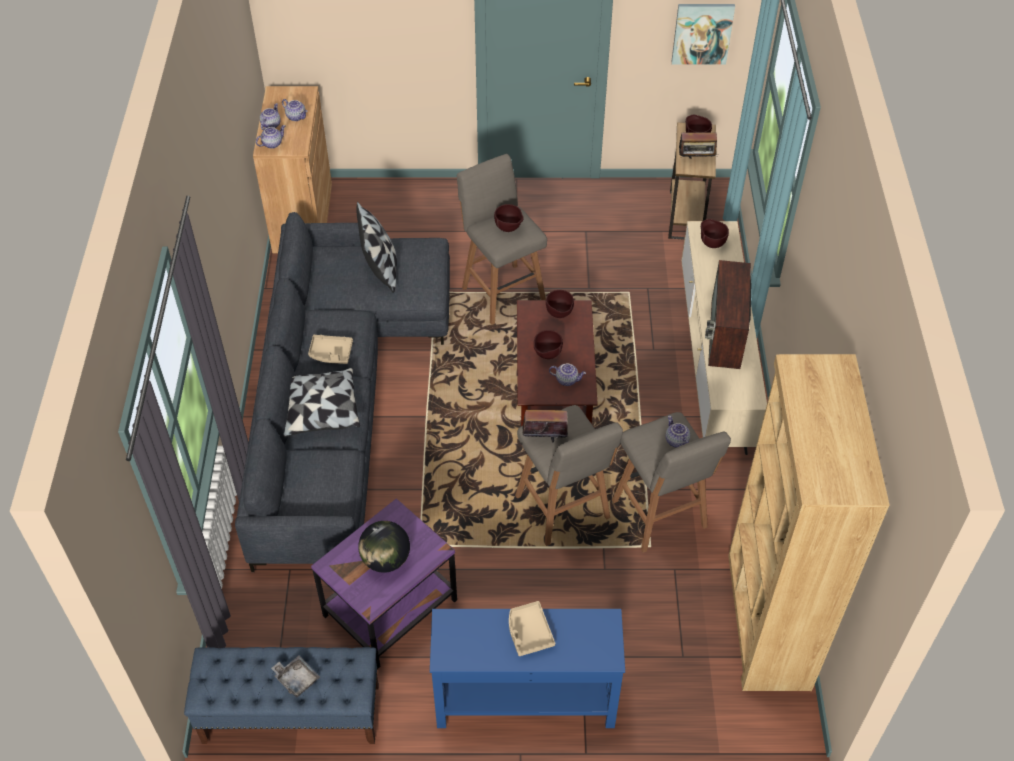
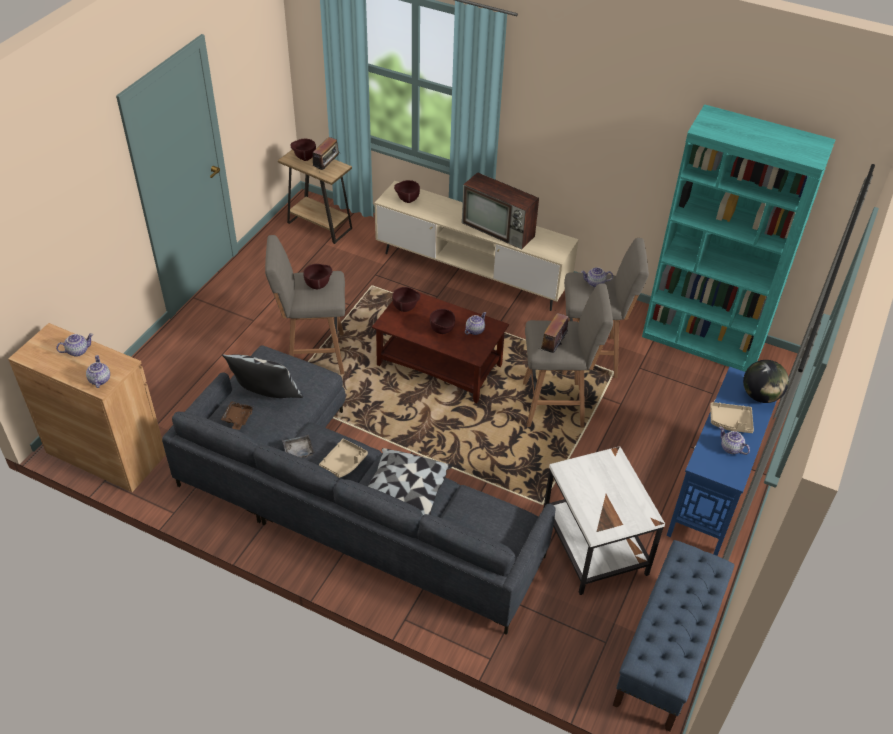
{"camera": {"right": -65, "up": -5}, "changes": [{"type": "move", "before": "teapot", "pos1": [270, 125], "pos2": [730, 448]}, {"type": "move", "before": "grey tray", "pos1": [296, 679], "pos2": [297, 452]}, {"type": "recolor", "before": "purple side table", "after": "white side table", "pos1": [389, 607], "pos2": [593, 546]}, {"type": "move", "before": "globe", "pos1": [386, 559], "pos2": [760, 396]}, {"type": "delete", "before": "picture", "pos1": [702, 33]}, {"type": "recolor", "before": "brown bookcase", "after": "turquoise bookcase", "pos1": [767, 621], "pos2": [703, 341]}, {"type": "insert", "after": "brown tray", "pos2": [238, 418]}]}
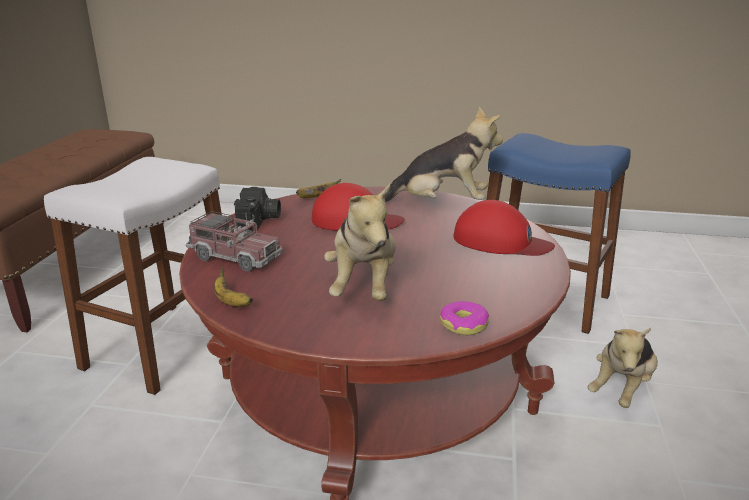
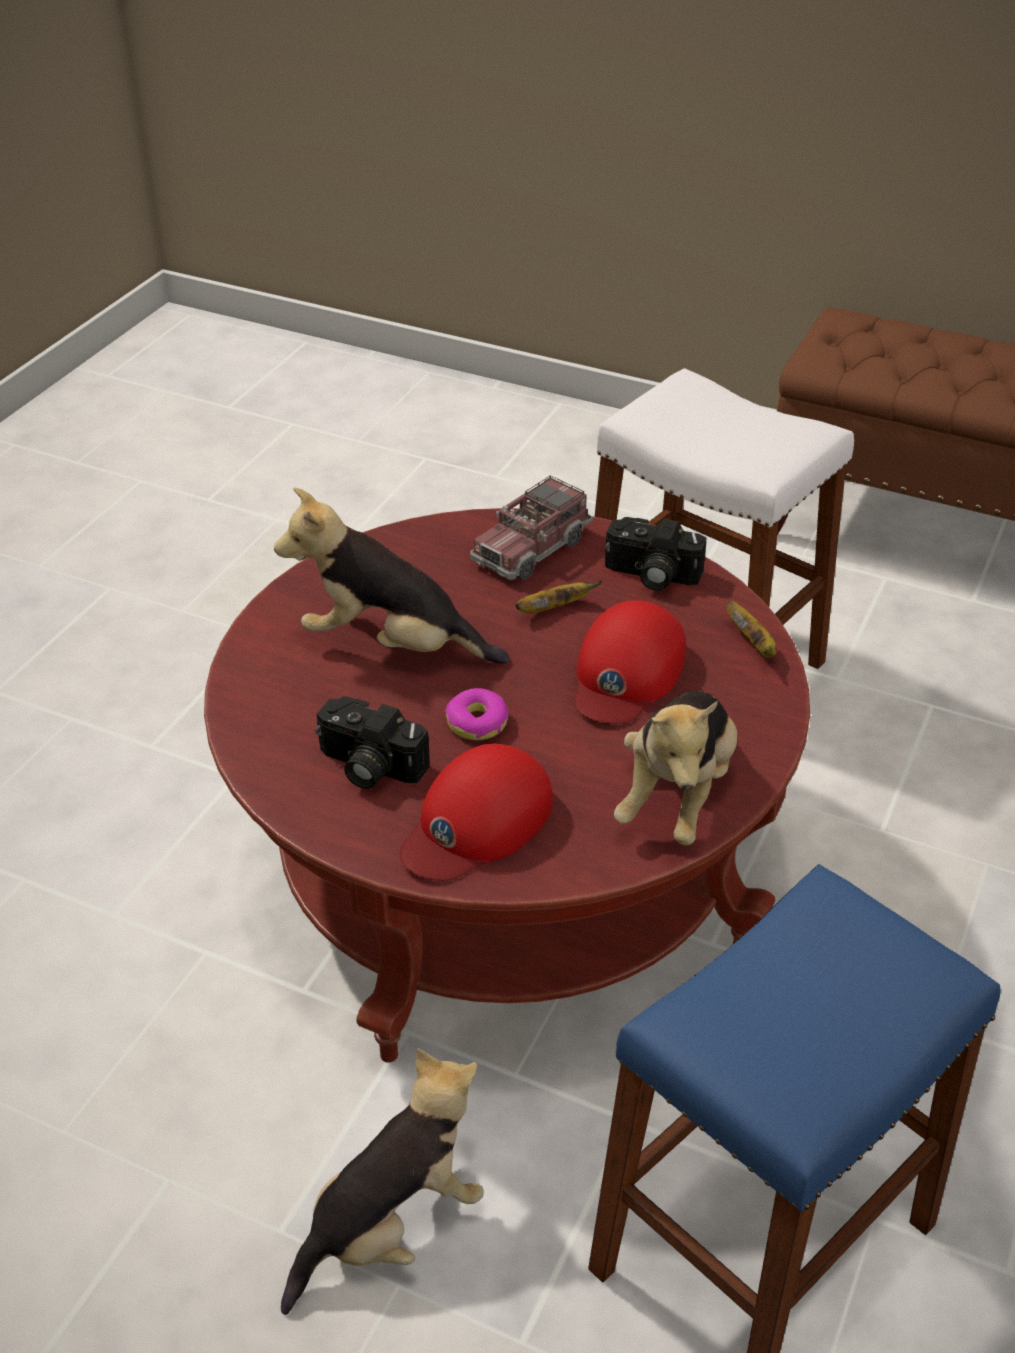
{"camera": {"right": 105, "up": 15}, "changes": [{"type": "move", "before": "banana", "pos1": [231, 302], "pos2": [554, 608]}, {"type": "move", "before": "donut", "pos1": [464, 325], "pos2": [477, 723]}, {"type": "rotate", "before": "plush toy", "pos1": [621, 389], "pos2": [392, 1225], "turn": 90}, {"type": "insert", "after": "photo camera", "pos2": [367, 766]}]}
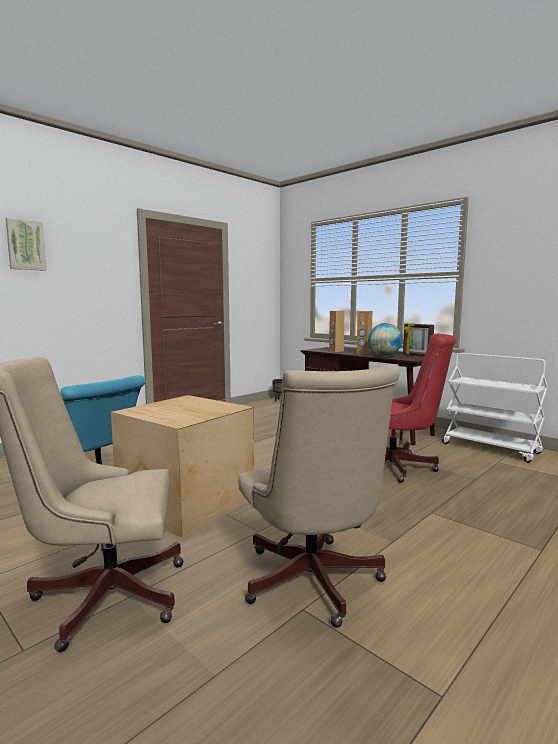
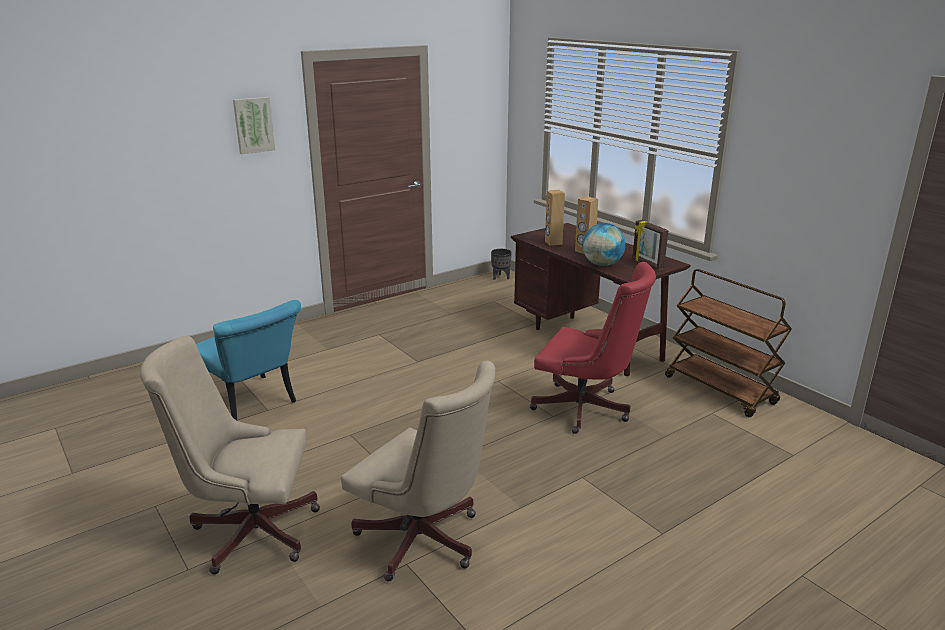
{"camera": {"right": 10, "up": 15}, "changes": [{"type": "move", "before": "picture", "pos1": [25, 245], "pos2": [253, 125]}, {"type": "delete", "before": "cardboard box", "pos1": [186, 503]}, {"type": "rotate", "before": "beige office chair", "pos1": [313, 585], "pos2": [424, 543], "turn": -45}, {"type": "recolor", "before": "white cart", "after": "brown cart", "pos1": [491, 449], "pos2": [720, 390]}]}
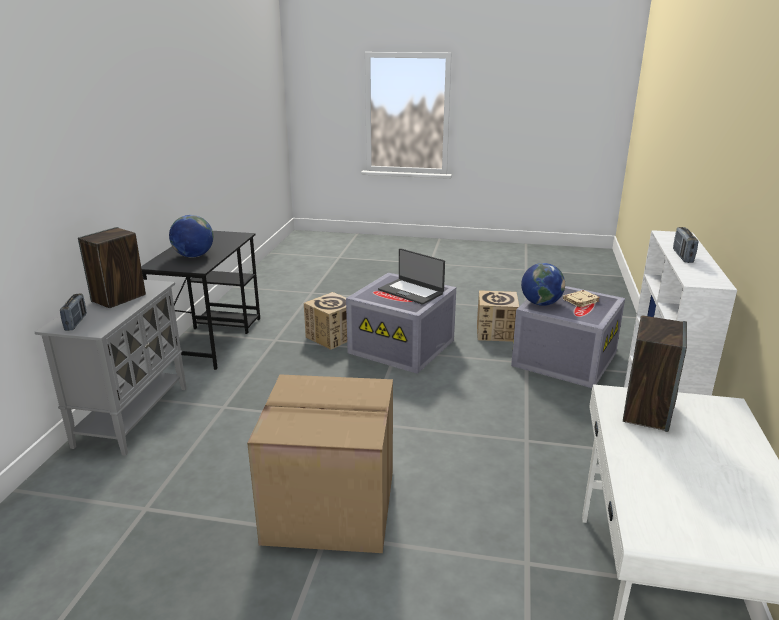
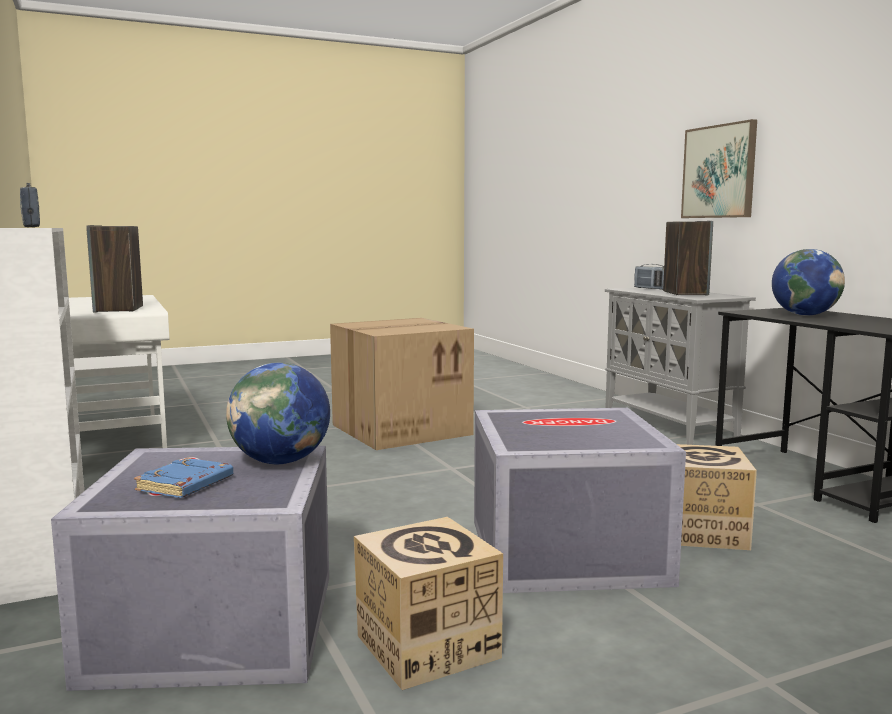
{"camera": {"right": 145, "up": -15}, "changes": [{"type": "delete", "before": "laptop", "pos1": [411, 291]}, {"type": "recolor", "before": "beige book", "after": "blue book", "pos1": [580, 300], "pos2": [186, 485]}, {"type": "insert", "after": "picture", "pos2": [719, 171]}]}
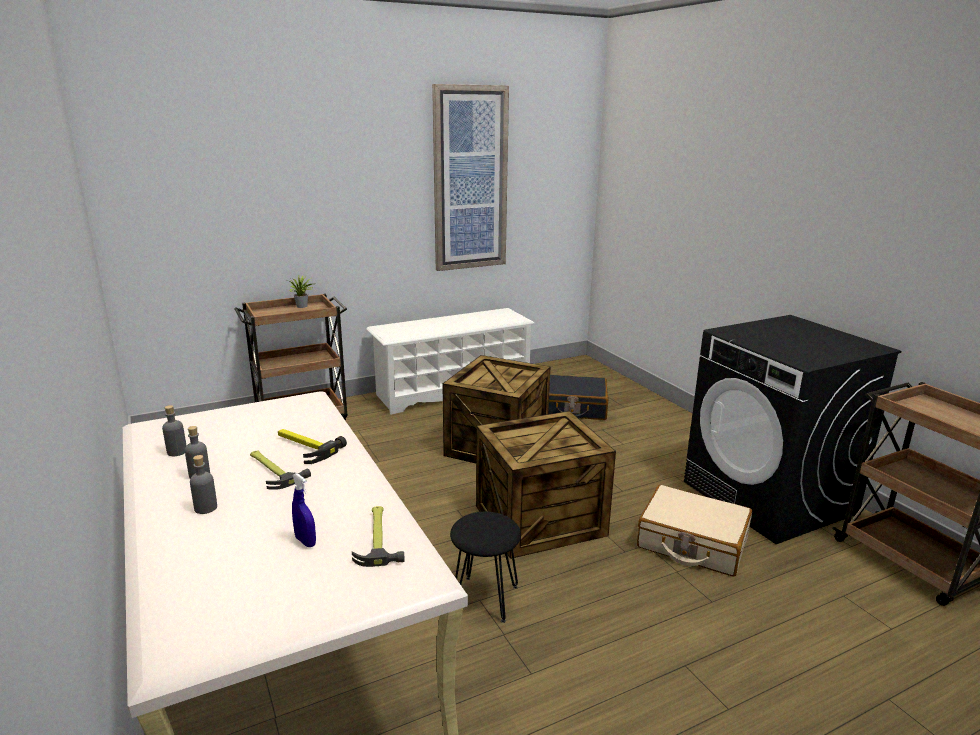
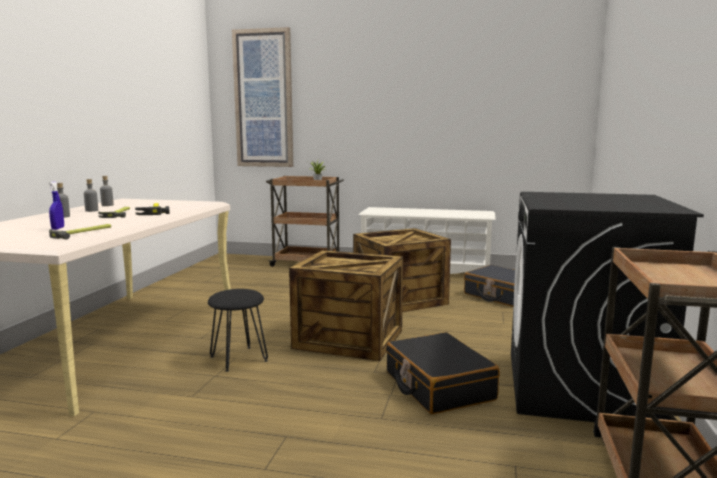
{"camera": {"right": 40, "up": -10}, "changes": [{"type": "move", "before": "picture", "pos1": [470, 179], "pos2": [264, 99]}, {"type": "recolor", "before": "beige suitcase", "after": "black suitcase", "pos1": [692, 543], "pos2": [438, 386]}]}
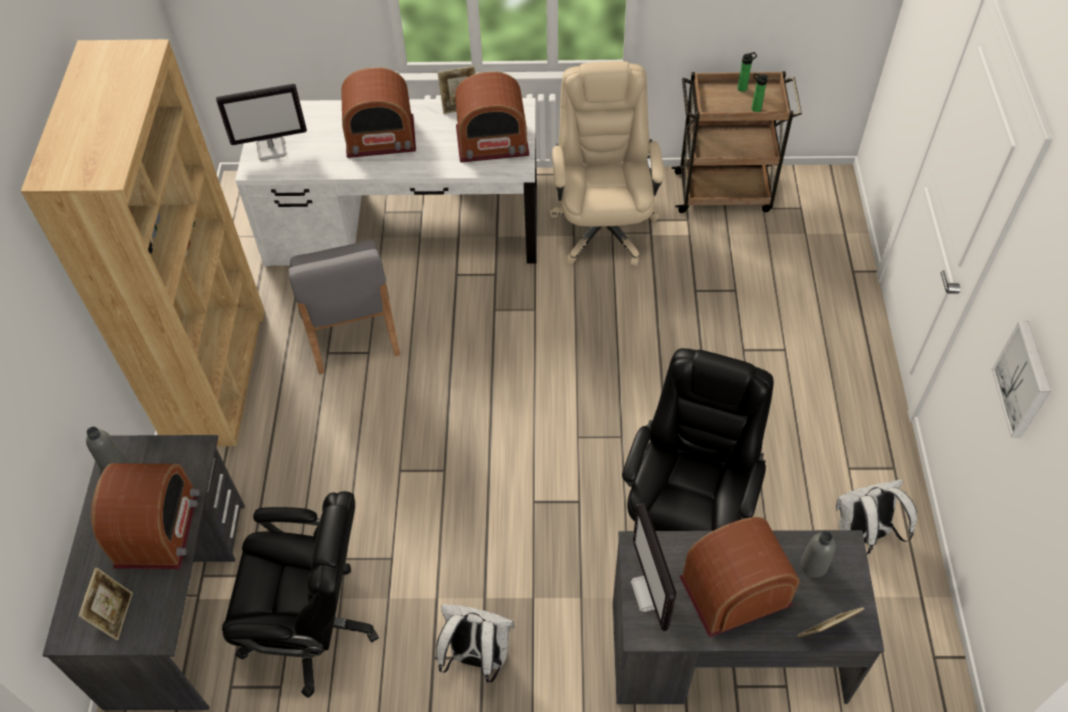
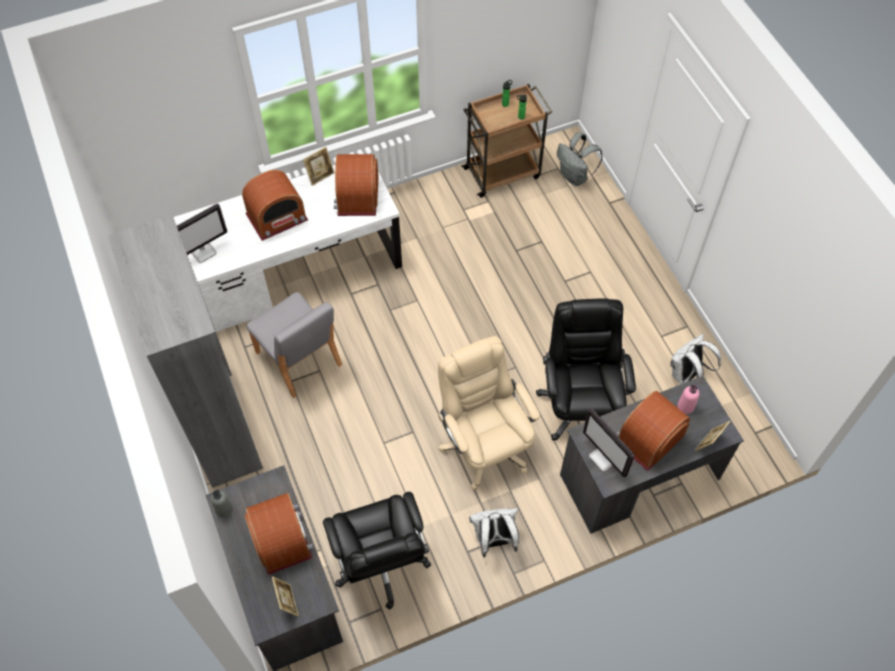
{"camera": {"right": -25, "up": 5}, "changes": [{"type": "recolor", "before": "brown bookcase", "after": "grey bookcase", "pos1": [217, 375], "pos2": [220, 425]}, {"type": "rotate", "before": "black office chair", "pos1": [313, 626], "pos2": [381, 564], "turn": 90}, {"type": "rotate", "before": "radio", "pos1": [492, 141], "pos2": [357, 196], "turn": 120}, {"type": "move", "before": "beige office chair", "pos1": [603, 227], "pos2": [484, 445]}, {"type": "recolor", "before": "grey bottle", "after": "pink bottle", "pos1": [814, 565], "pos2": [685, 406]}, {"type": "delete", "before": "picture", "pos1": [1024, 379]}, {"type": "insert", "after": "grey backpack", "pos2": [575, 177]}]}
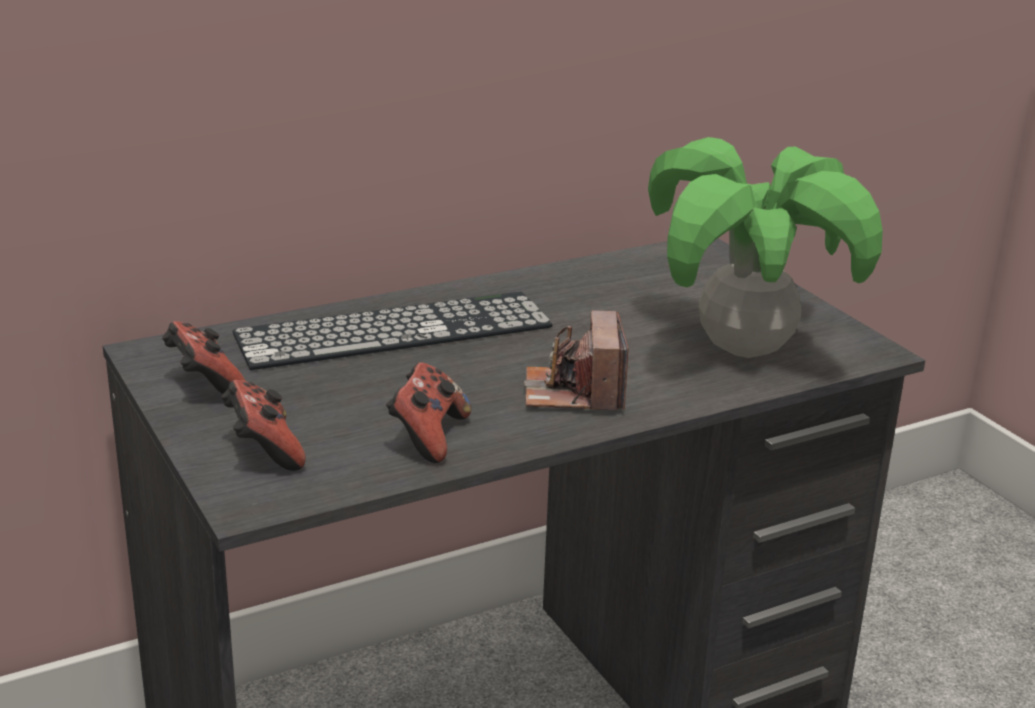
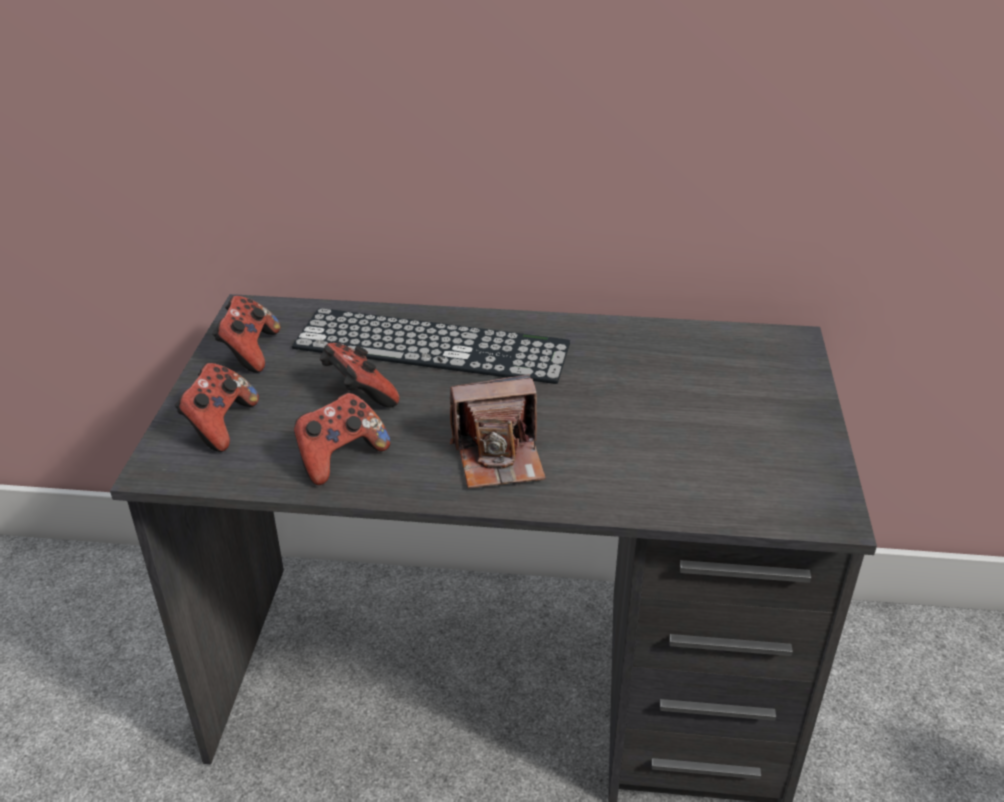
{"camera": {"right": 35, "up": 10}, "changes": [{"type": "rotate", "before": "photo camera", "pos1": [574, 392], "pos2": [499, 457], "turn": -135}, {"type": "delete", "before": "potted plant", "pos1": [745, 349]}, {"type": "insert", "after": "game controller", "pos2": [359, 395]}]}
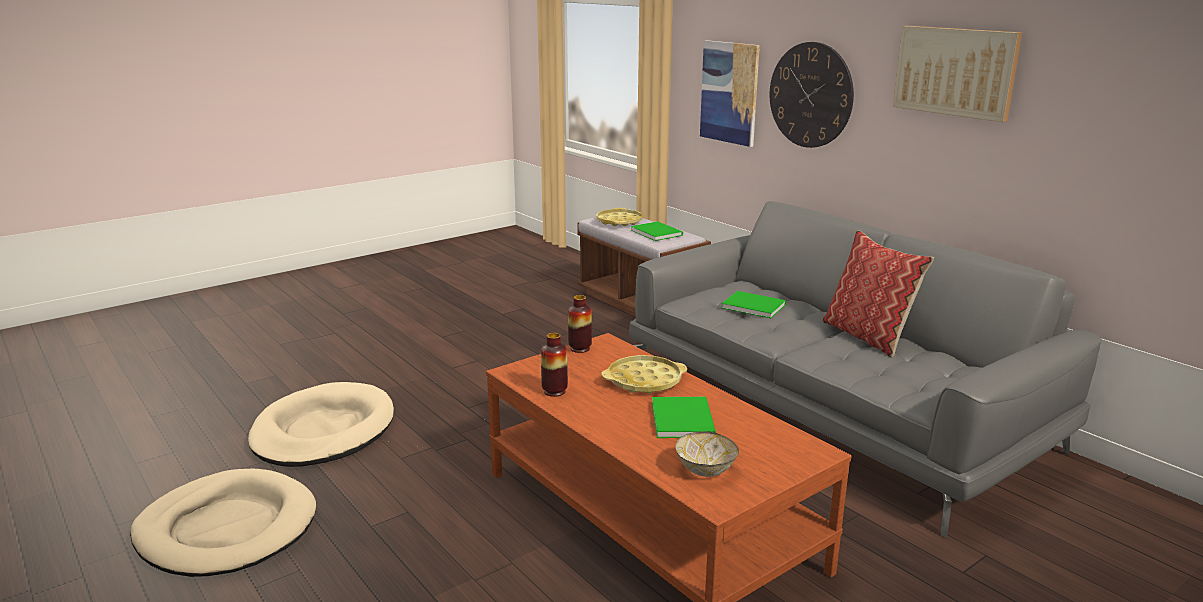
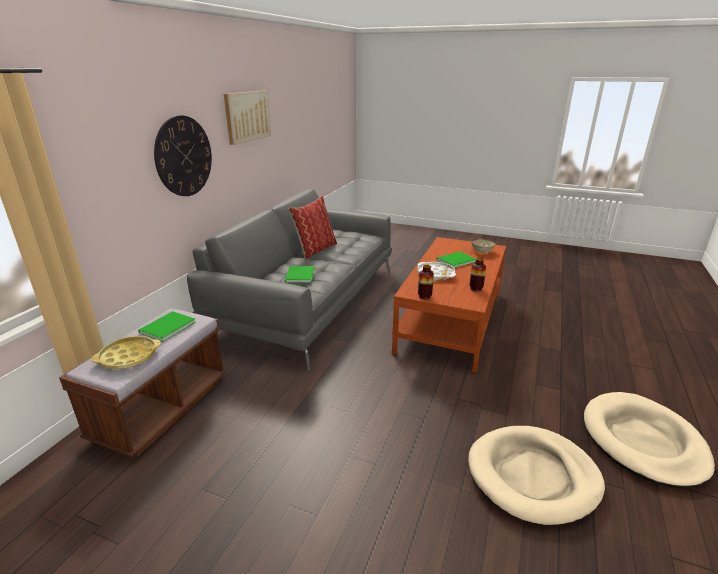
{"camera": {"right": -120, "up": 5}, "changes": [{"type": "recolor", "before": "yellow tray", "after": "white tray", "pos1": [644, 381], "pos2": [435, 274]}, {"type": "delete", "before": "picture", "pos1": [729, 92]}]}
